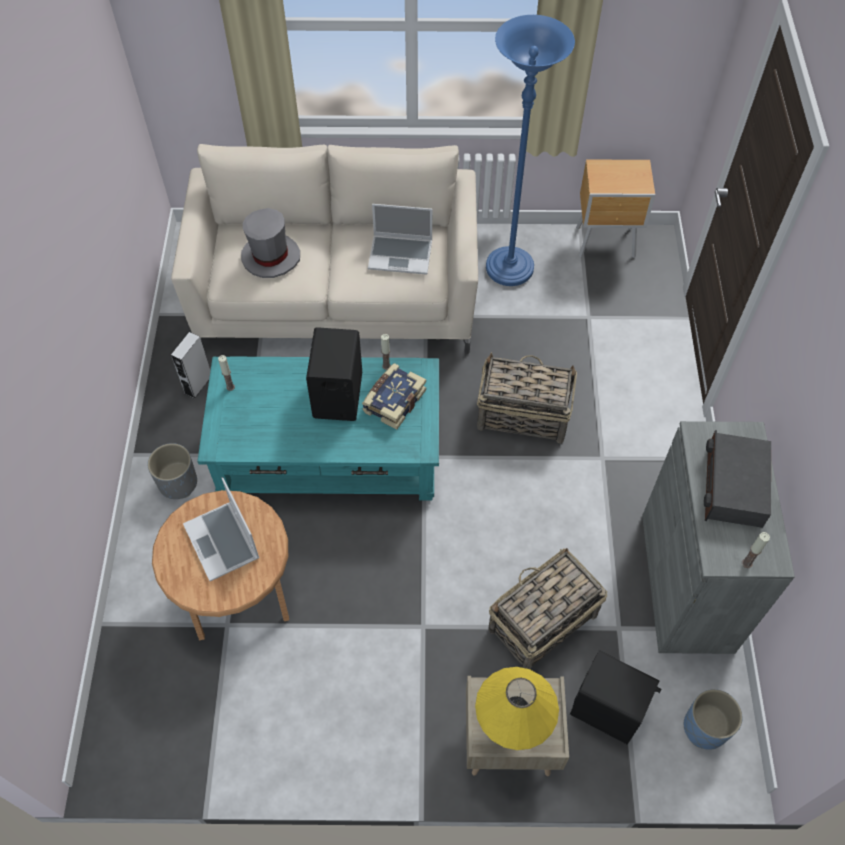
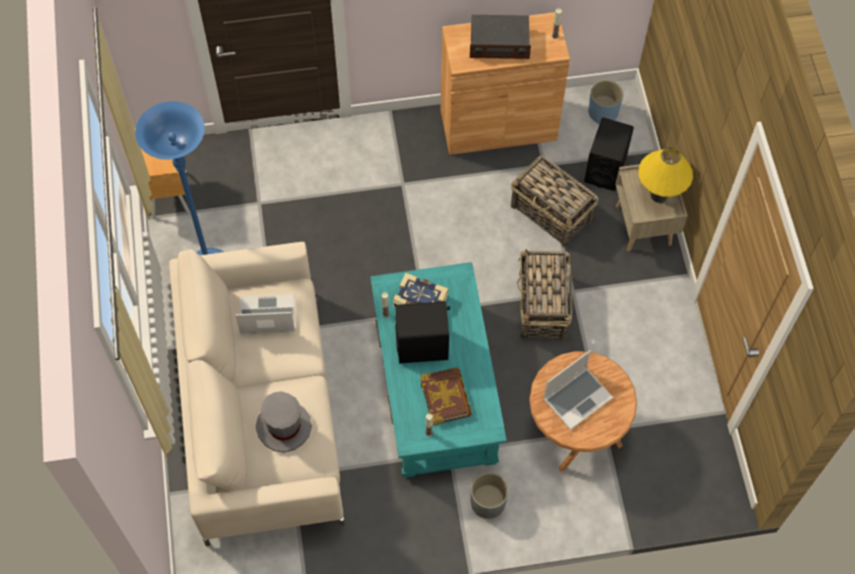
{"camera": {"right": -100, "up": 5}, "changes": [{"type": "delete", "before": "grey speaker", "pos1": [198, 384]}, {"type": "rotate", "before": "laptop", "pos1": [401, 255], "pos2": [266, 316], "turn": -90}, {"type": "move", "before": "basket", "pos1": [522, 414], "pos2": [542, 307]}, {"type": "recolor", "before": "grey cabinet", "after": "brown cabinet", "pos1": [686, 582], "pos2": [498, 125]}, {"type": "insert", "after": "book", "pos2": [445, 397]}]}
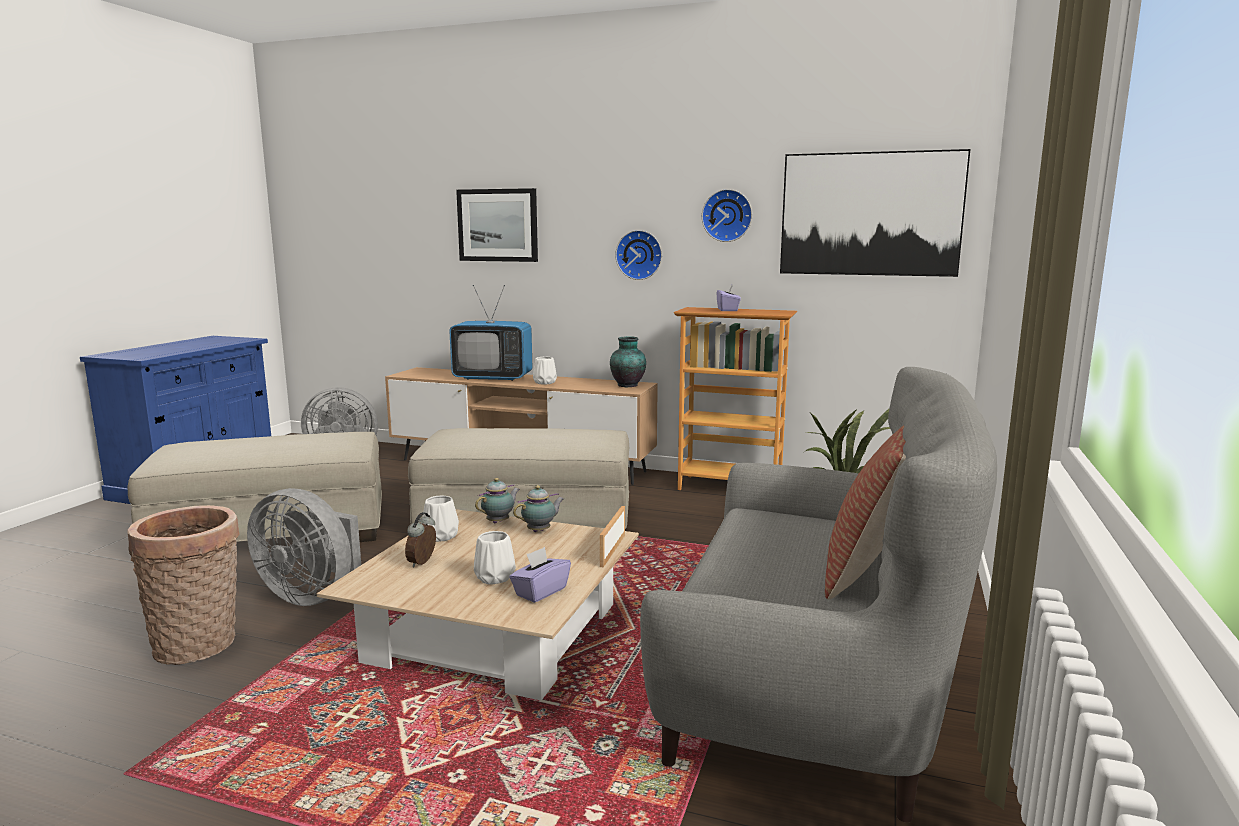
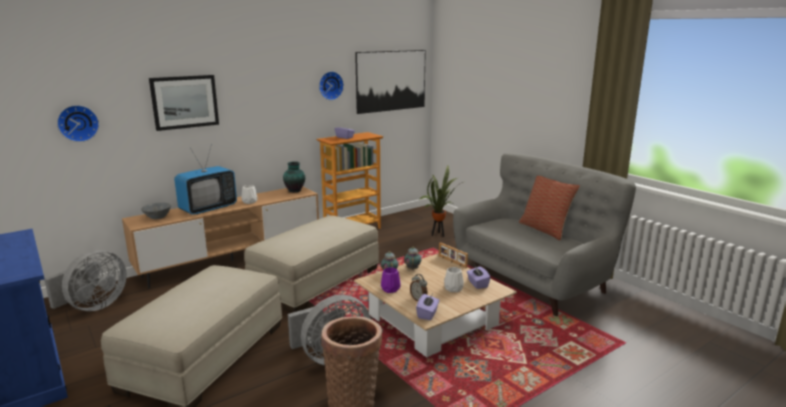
{"camera": {"right": -55, "up": 5}, "changes": [{"type": "recolor", "before": "white vase", "after": "purple vase", "pos1": [440, 536], "pos2": [390, 289]}, {"type": "move", "before": "wall clock", "pos1": [639, 255], "pos2": [78, 123]}, {"type": "insert", "after": "grey bowl", "pos2": [157, 217]}, {"type": "insert", "after": "purple tissue box", "pos2": [427, 314]}]}
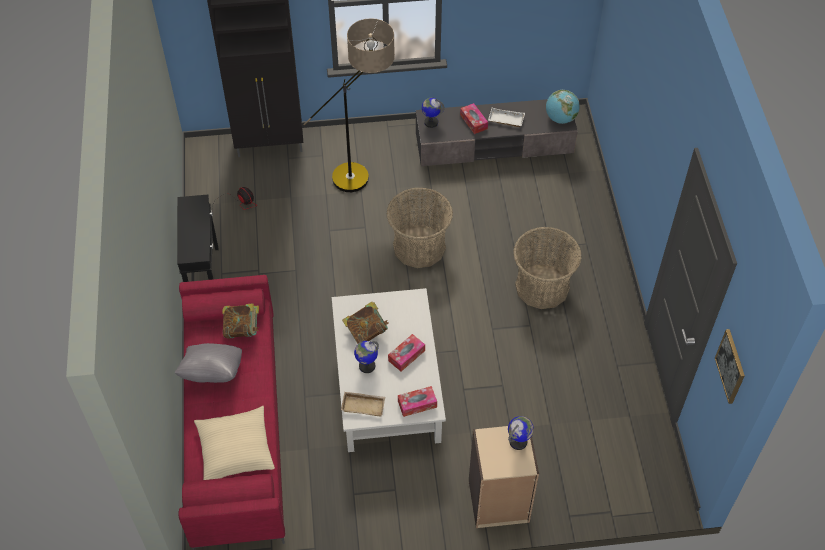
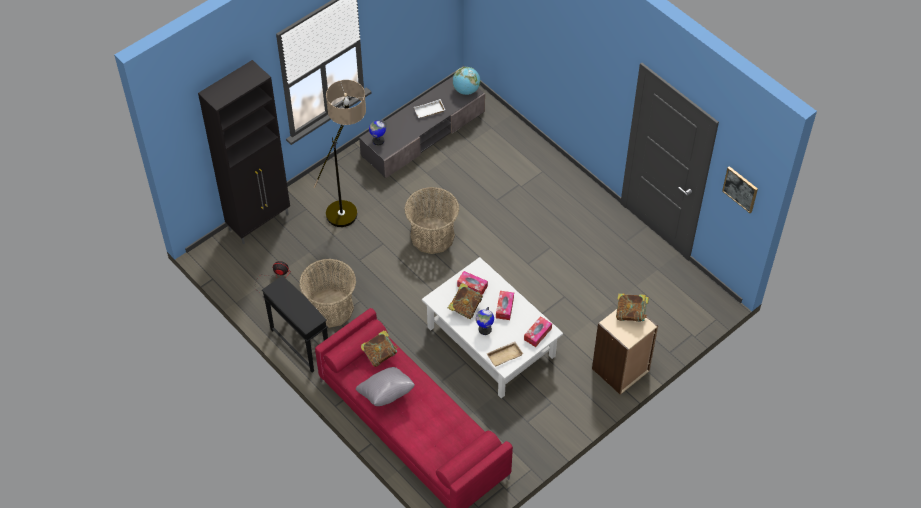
{"camera": {"right": -35, "up": 0}, "changes": [{"type": "delete", "before": "beige pillow", "pos1": [235, 449]}, {"type": "move", "before": "tissue box", "pos1": [473, 122], "pos2": [472, 286]}, {"type": "replace", "before": "globe", "after": "book", "pos1": [518, 442], "pos2": [631, 314]}, {"type": "move", "before": "basket", "pos1": [542, 286], "pos2": [331, 308]}]}
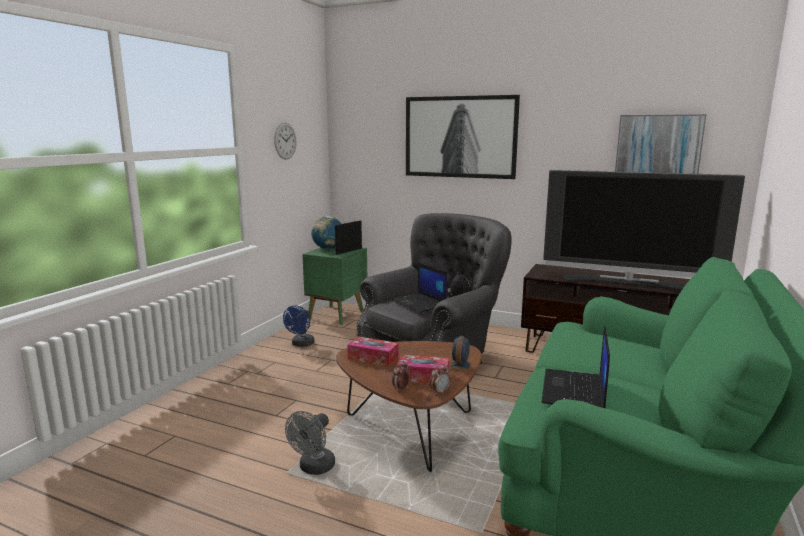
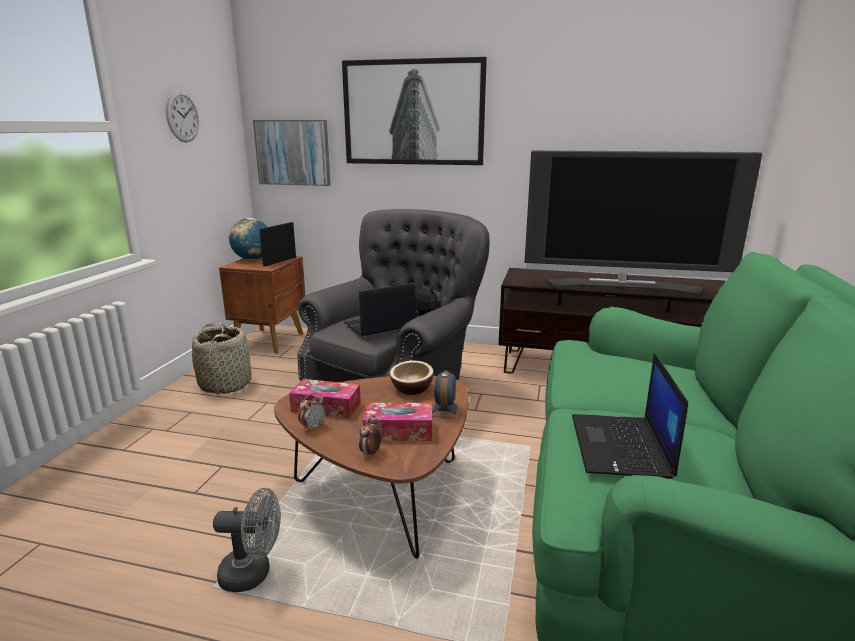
{"camera": {"right": -10, "up": 5}, "changes": [{"type": "replace", "before": "blue fan", "after": "basket", "pos1": [301, 344], "pos2": [226, 384]}, {"type": "rotate", "before": "grey fan", "pos1": [313, 468], "pos2": [253, 574], "turn": -105}, {"type": "recolor", "before": "green nightstand", "after": "brown nightstand", "pos1": [337, 314], "pos2": [270, 340]}, {"type": "rotate", "before": "laptop", "pos1": [420, 303], "pos2": [379, 325], "turn": 105}, {"type": "move", "before": "alarm clock", "pos1": [439, 392], "pos2": [313, 427]}, {"type": "move", "before": "picture", "pos1": [658, 146], "pos2": [293, 152]}, {"type": "insert", "after": "bowl", "pos2": [411, 388]}]}
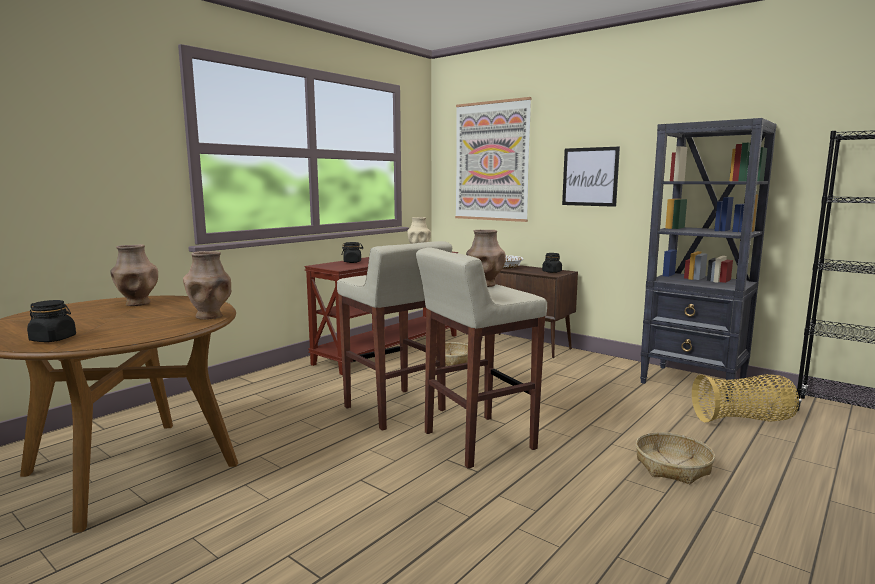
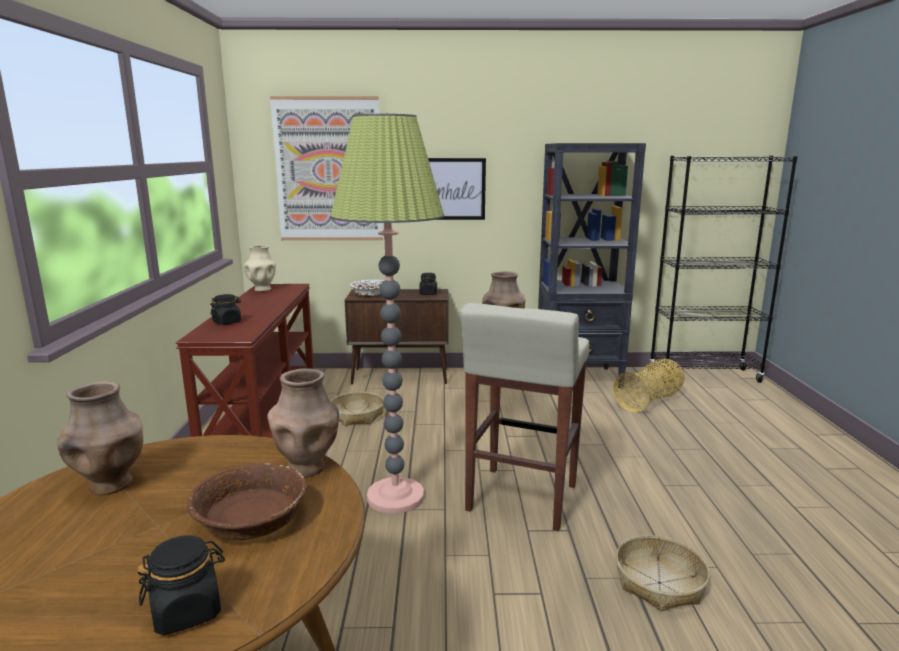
{"camera": {"right": -40, "up": 5}, "changes": [{"type": "replace", "before": "beige stool", "after": "floor lamp", "pos1": [395, 409], "pos2": [395, 497]}, {"type": "move", "before": "basket", "pos1": [673, 467], "pos2": [659, 583]}, {"type": "insert", "after": "brown bowl", "pos2": [251, 519]}]}
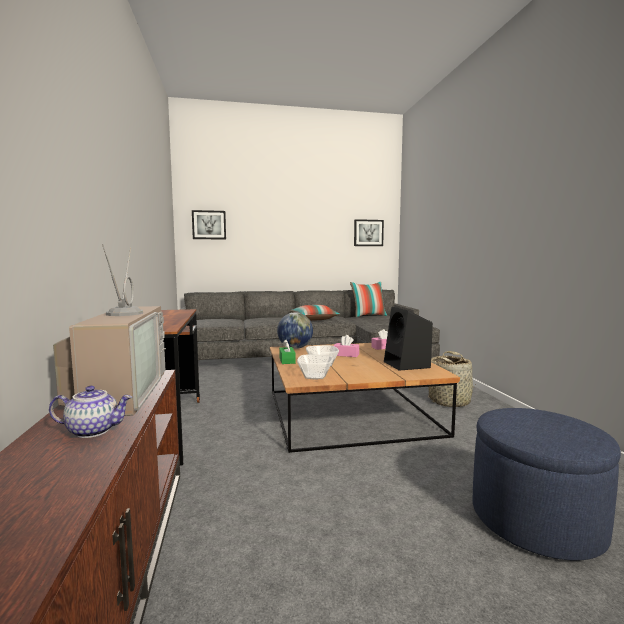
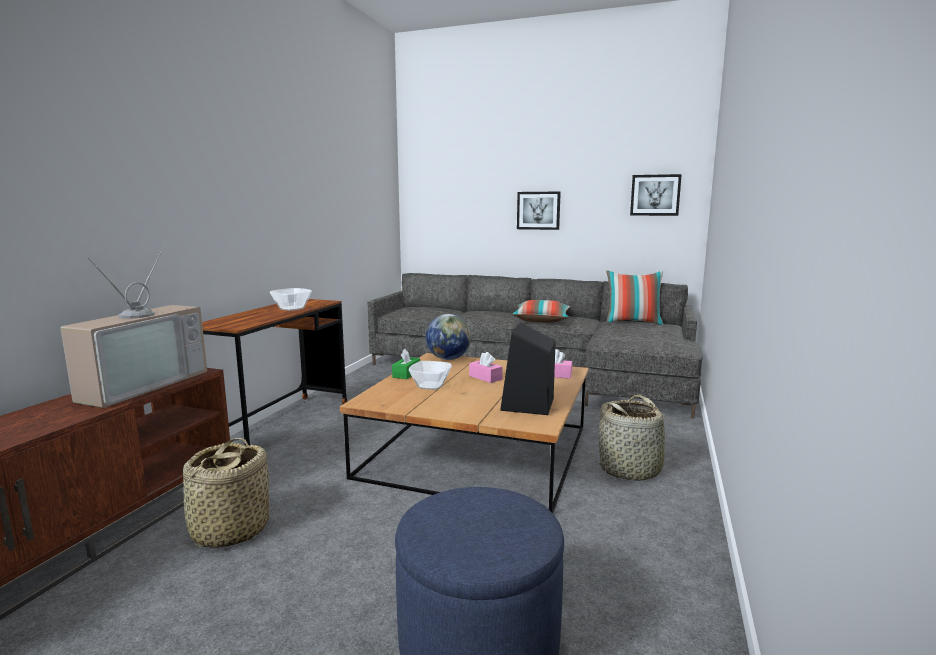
{"camera": {"right": 30, "up": 5}, "changes": [{"type": "delete", "before": "teapot", "pos1": [94, 430]}, {"type": "move", "before": "picture", "pos1": [209, 225], "pos2": [538, 210]}, {"type": "move", "before": "bowl", "pos1": [314, 376], "pos2": [292, 308]}, {"type": "insert", "after": "basket", "pos2": [229, 531]}]}
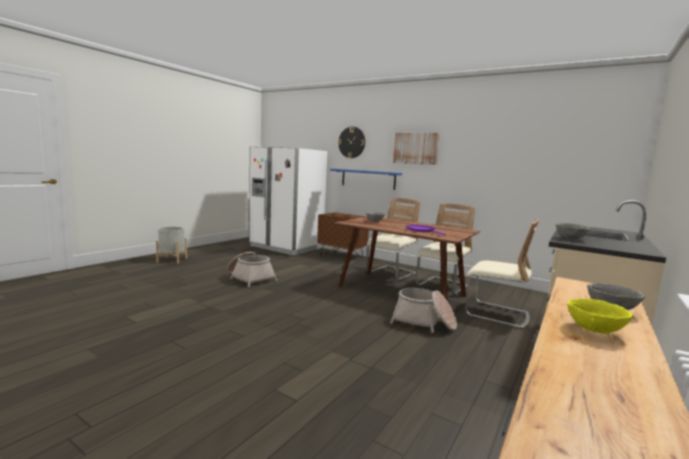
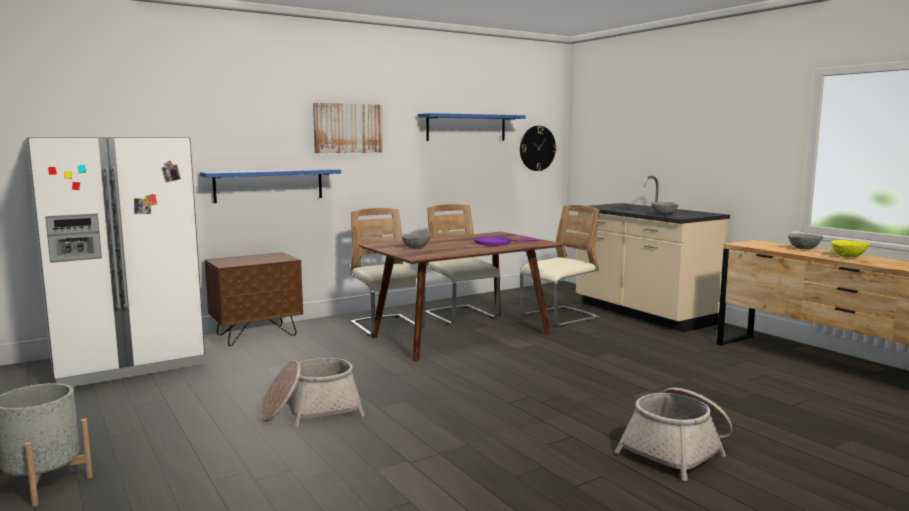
{"camera": {"right": -65, "up": 0}, "changes": [{"type": "move", "before": "wall clock", "pos1": [351, 142], "pos2": [537, 148]}, {"type": "move", "before": "basket", "pos1": [424, 322], "pos2": [677, 450]}, {"type": "insert", "after": "blue shelf", "pos2": [466, 127]}]}
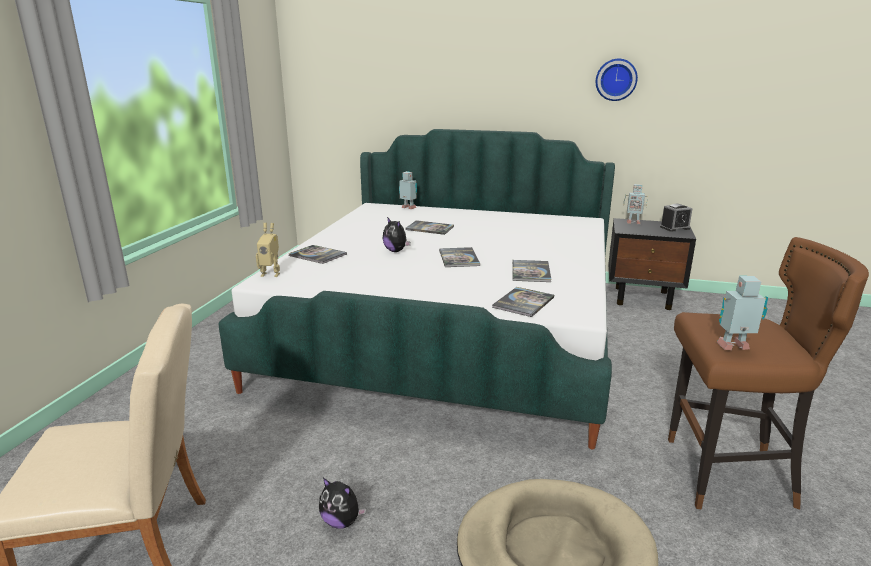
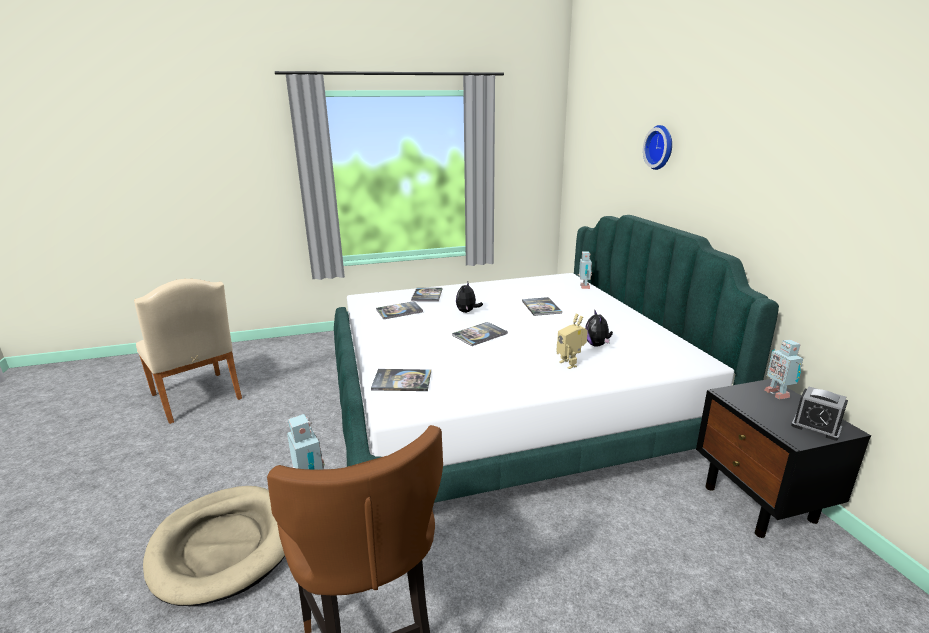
{"camera": {"right": 60, "up": 0}, "changes": [{"type": "move", "before": "toy robot", "pos1": [271, 273], "pos2": [570, 363]}, {"type": "move", "before": "plush toy", "pos1": [341, 521], "pos2": [597, 345]}, {"type": "move", "before": "book", "pos1": [530, 272], "pos2": [399, 311]}, {"type": "move", "before": "wall clock", "pos1": [616, 79], "pos2": [661, 147]}]}
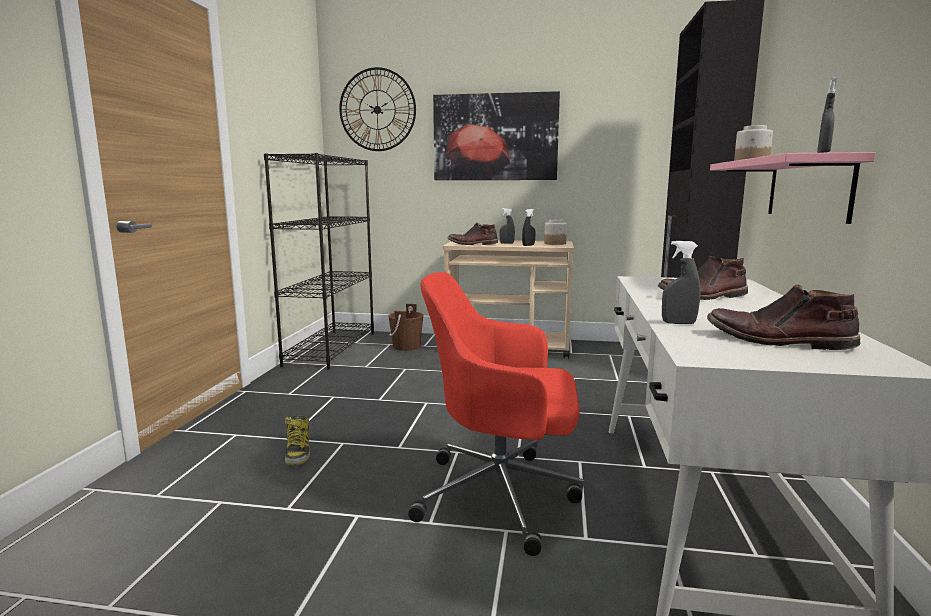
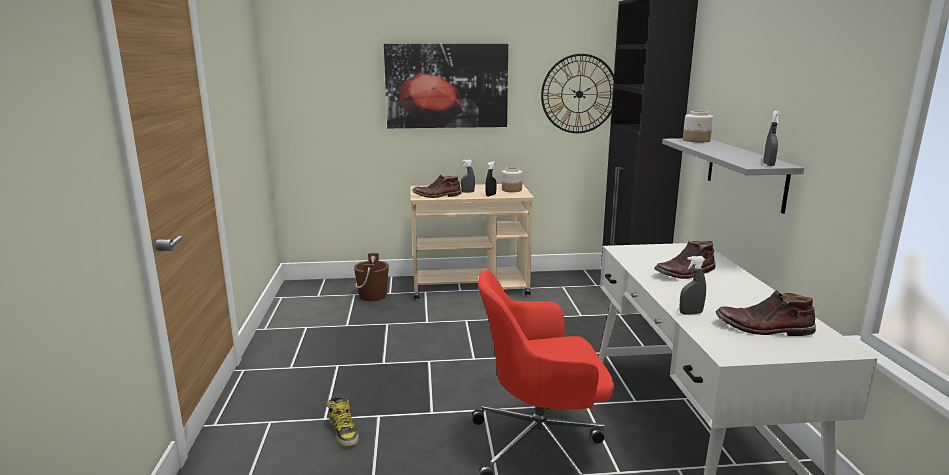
{"camera": {"right": -15, "up": 5}, "changes": [{"type": "delete", "before": "black bookcase", "pos1": [331, 348]}, {"type": "move", "before": "wall clock", "pos1": [377, 110], "pos2": [579, 94]}, {"type": "recolor", "before": "pink shelf", "after": "grey shelf", "pos1": [807, 188], "pos2": [745, 173]}]}
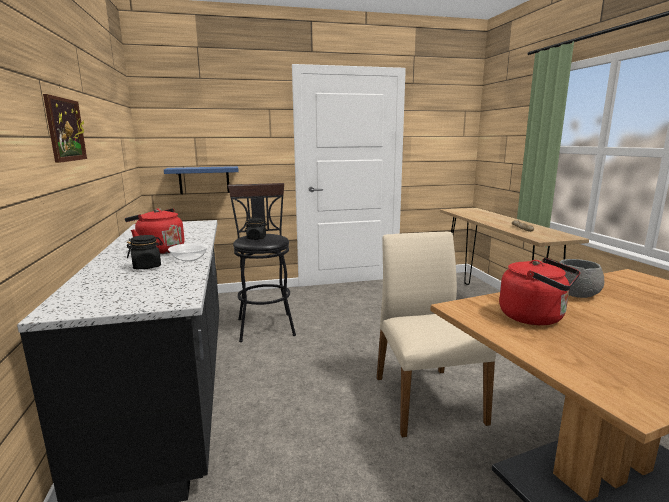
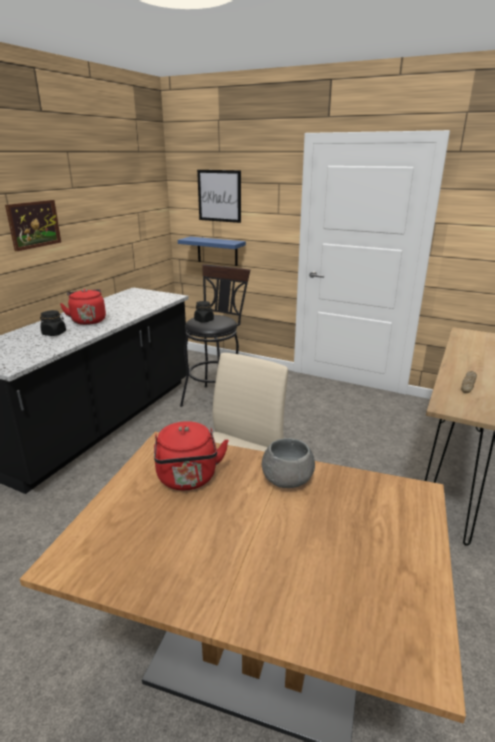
{"camera": {"right": 40, "up": 10}, "changes": [{"type": "delete", "before": "bowl", "pos1": [189, 259]}, {"type": "insert", "after": "picture", "pos2": [219, 196]}]}
